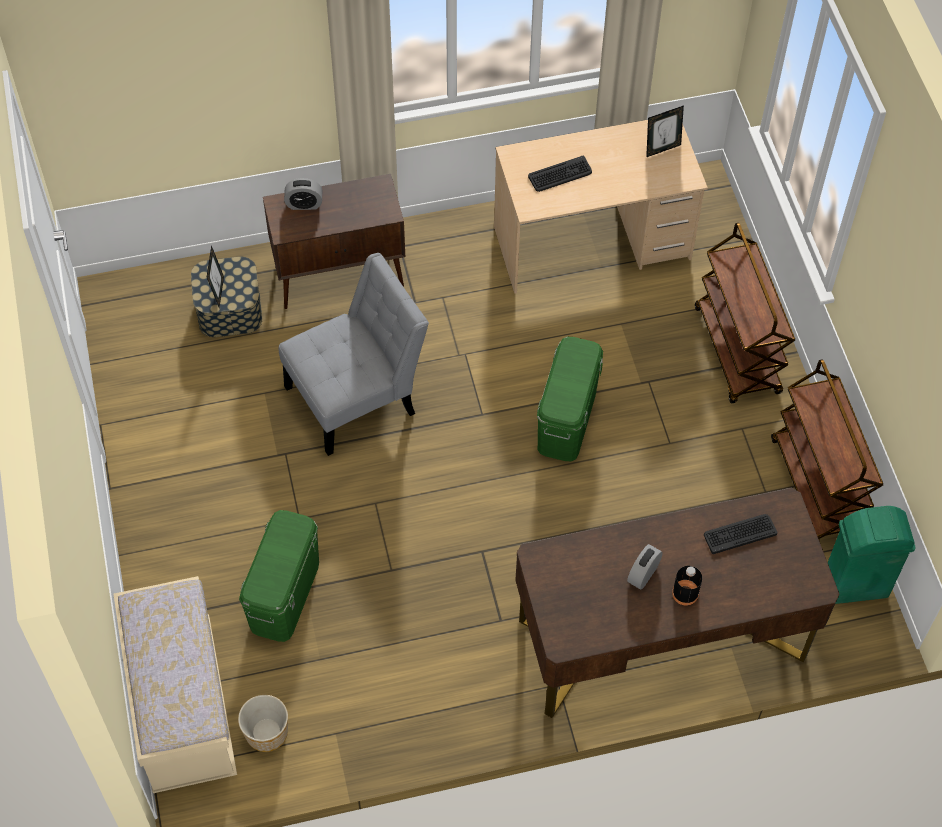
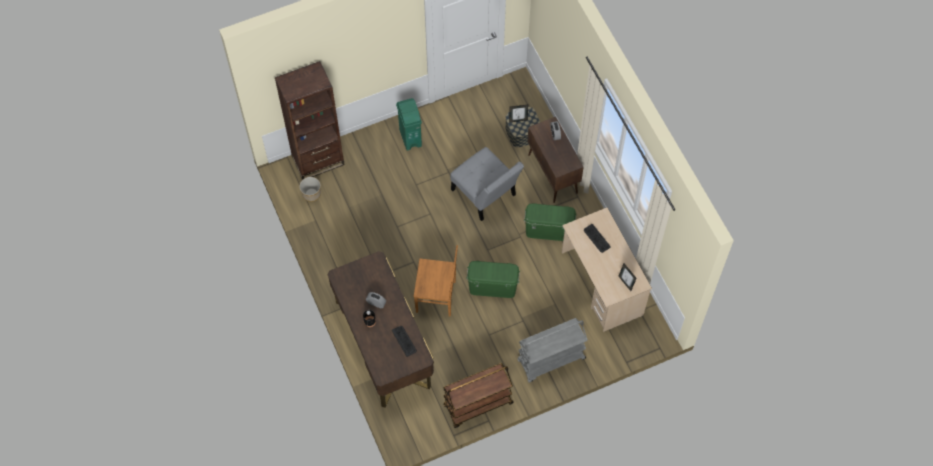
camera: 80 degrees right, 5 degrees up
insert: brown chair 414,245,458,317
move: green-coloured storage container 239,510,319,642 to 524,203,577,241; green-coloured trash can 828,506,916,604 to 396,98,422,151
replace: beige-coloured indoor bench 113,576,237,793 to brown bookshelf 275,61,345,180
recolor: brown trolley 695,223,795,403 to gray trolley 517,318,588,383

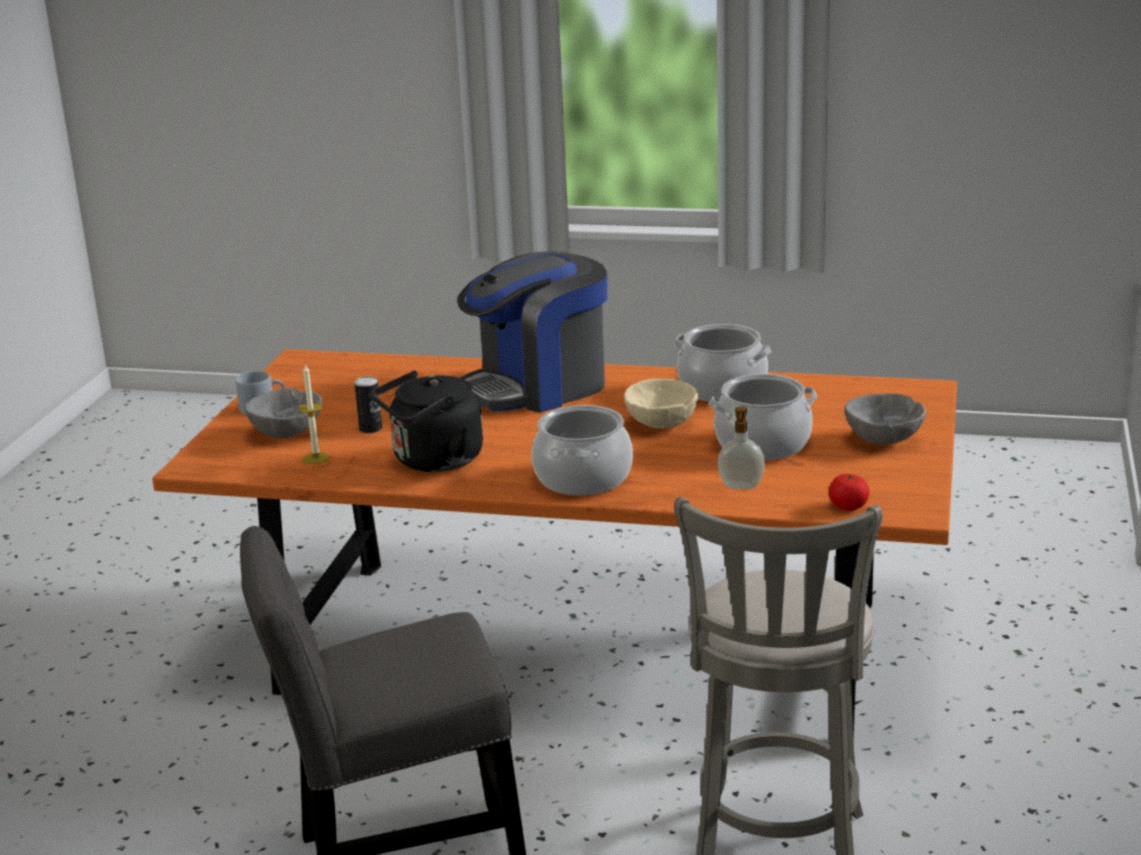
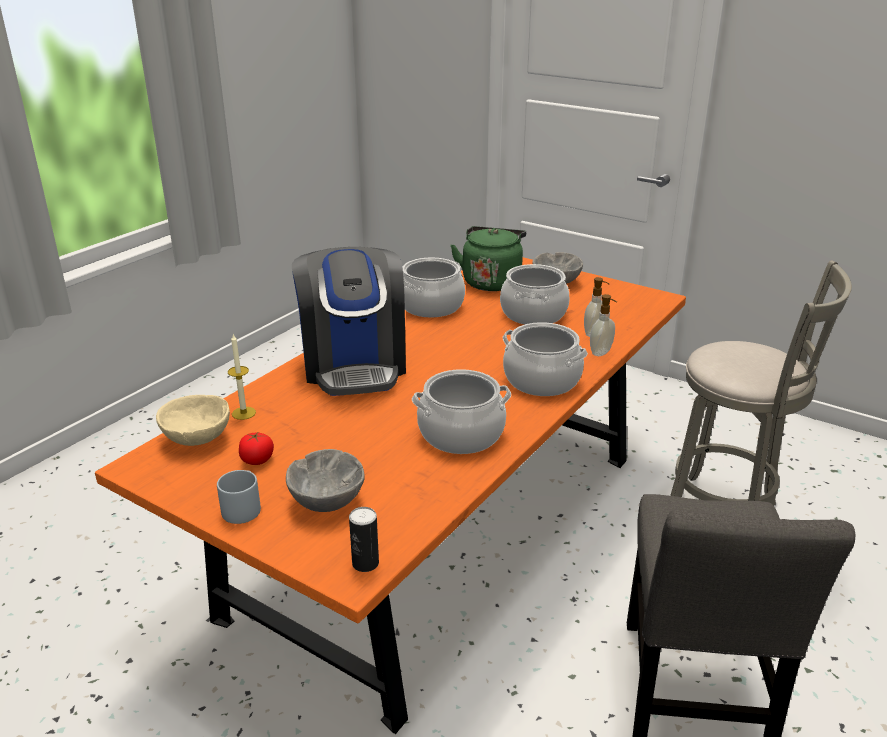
camera: 70 degrees left, 5 degrees up
insert: green-coloured kettle 450,226,526,291; liquid soap bottle 590,294,617,356
move: wax light 299,363,330,464 to 228,334,256,420; can 355,376,382,433 to 349,507,379,572; beige-coloured deep dish 624,379,698,428 to 156,395,230,446; whole tomato 829,473,870,511 to 239,431,274,465
replace: black kettle 372,370,483,472 to saucepot 412,369,511,454

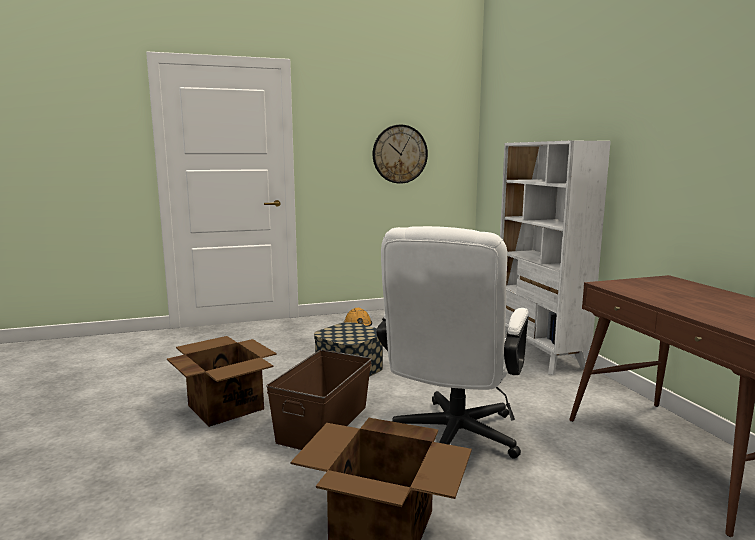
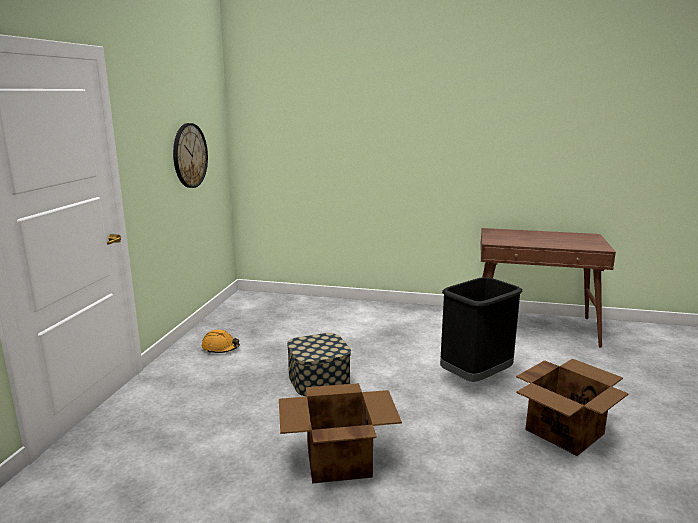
camera: 60 degrees left, 5 degrees up
delete: brown storage container 266,350,372,450; whitish bookshelf 500,141,611,375
replace: whitish desk chair 376,226,529,459 to black trash can 440,277,522,382

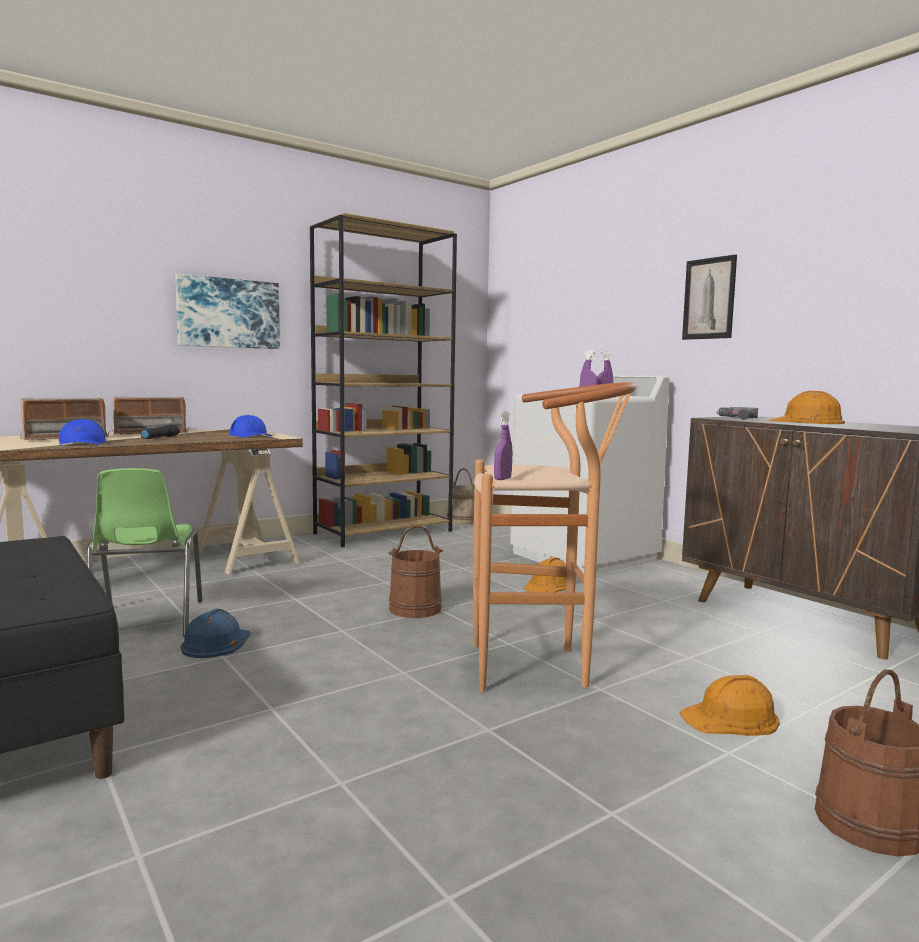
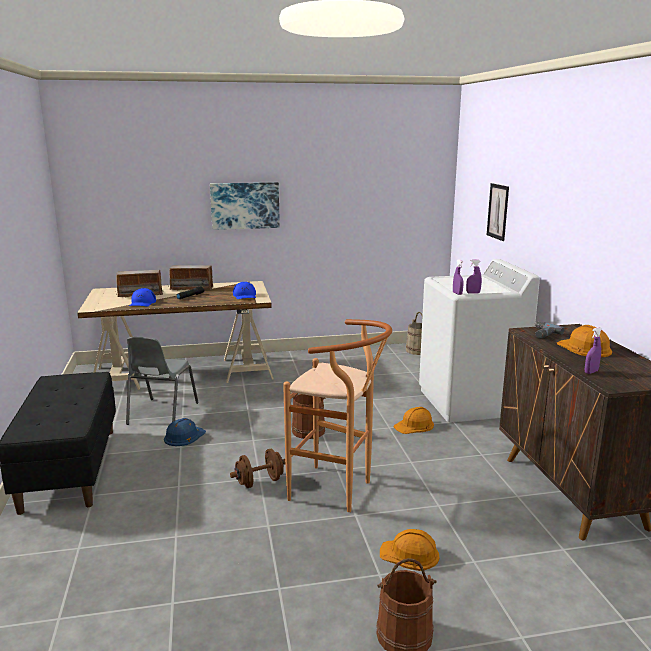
camera: 25 degrees right, 10 degrees up
delete: brown bookshelf 310,213,457,547
insert: brown dumbbell 230,449,285,488
move: purple hand sprayer 494,411,512,480 to 585,327,602,374; wall art 682,254,737,340 to 487,183,509,241
recolor: green-coloured chair 87,468,203,637 to gray chair 126,337,199,425

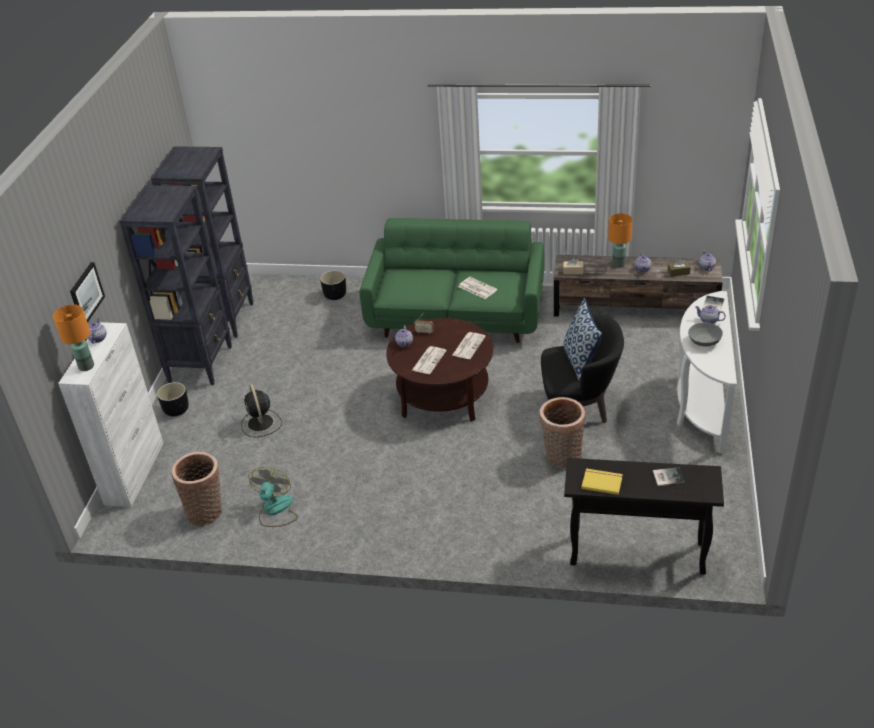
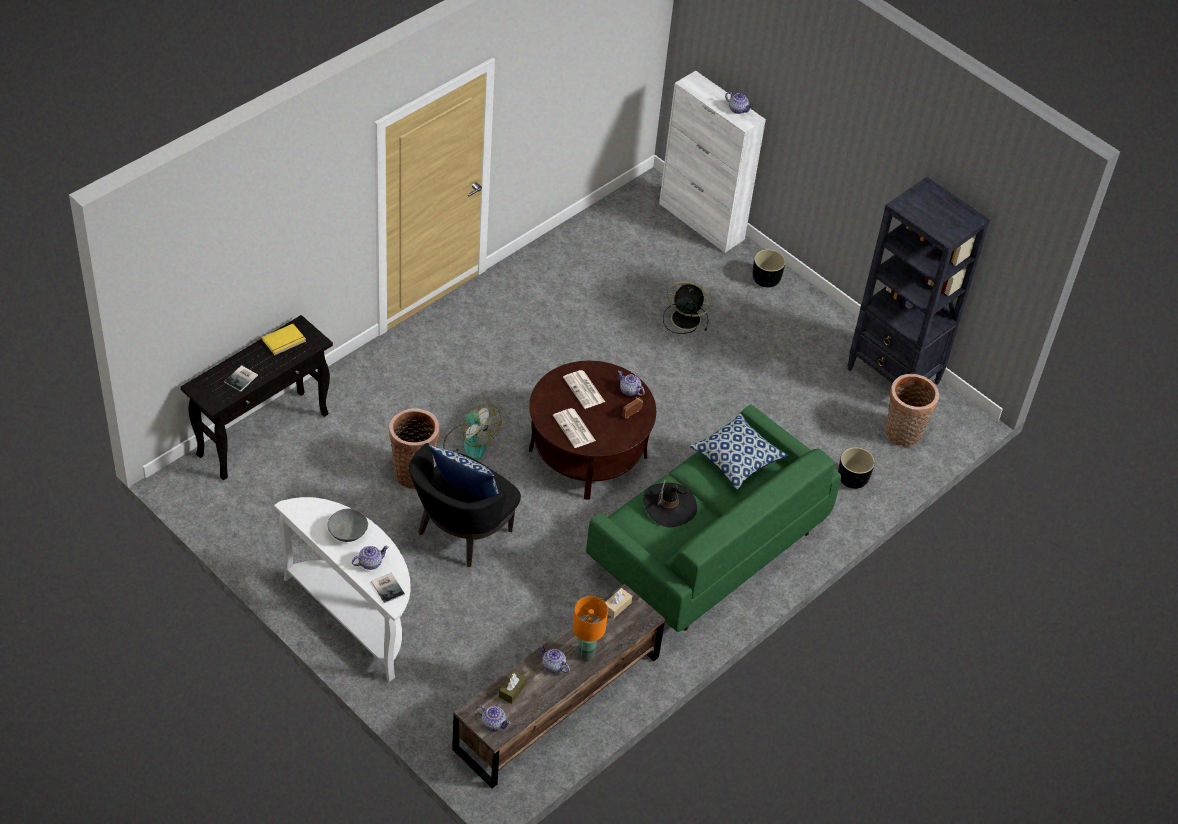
camera: 120 degrees right, 10 degrees up
delete: orange-coloured table lamp 53,304,94,371; wall art 70,262,105,323; black bookshelf 119,185,232,385
insert: cushion 690,414,788,490
move: storage basket 171,452,222,526 to 885,374,939,447; cooling fan 249,467,298,527 to 443,405,502,460
replace: daily paper 458,277,497,299 to black hat 643,480,697,527

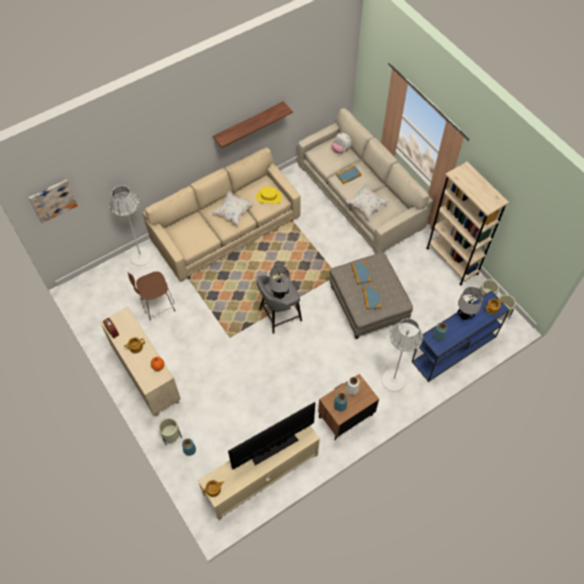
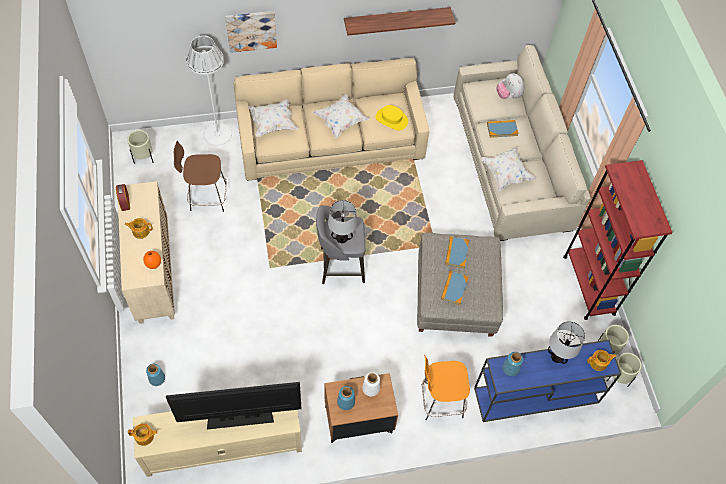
camera: 20 degrees right, 0 degrees up
insert: whitish cushion 248,99,298,137
move: wall art 29,179,78,224 to 225,11,277,53; beige-coloured flower pot 159,418,182,445 to 127,130,154,164
replace: whitish standard lamp 381,318,423,392 to orange-coloured stool seat 422,355,470,420
recolor: beige-coloured bookshelf 426,162,509,285 to red-coloured bookshelf 563,160,673,320

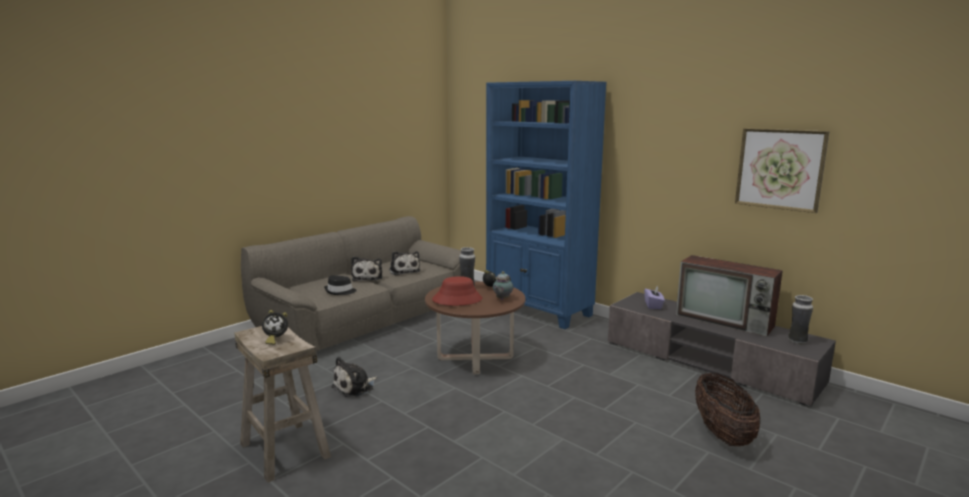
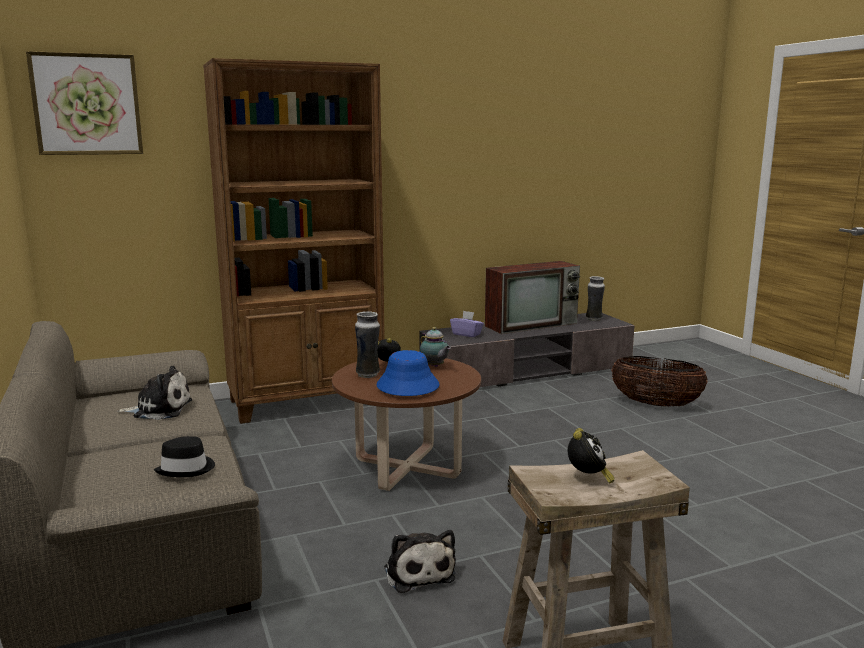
camera: 65 degrees left, 0 degrees up
delete: cuddly toy 351,256,382,281
move: wall art 735,128,830,213 to 26,51,143,155
recolor: red-coloured hat 432,276,482,306 to blue-coloured hat 376,350,439,396; blue-coloured bookshelf 486,81,607,329 to brown bookshelf 203,58,385,424

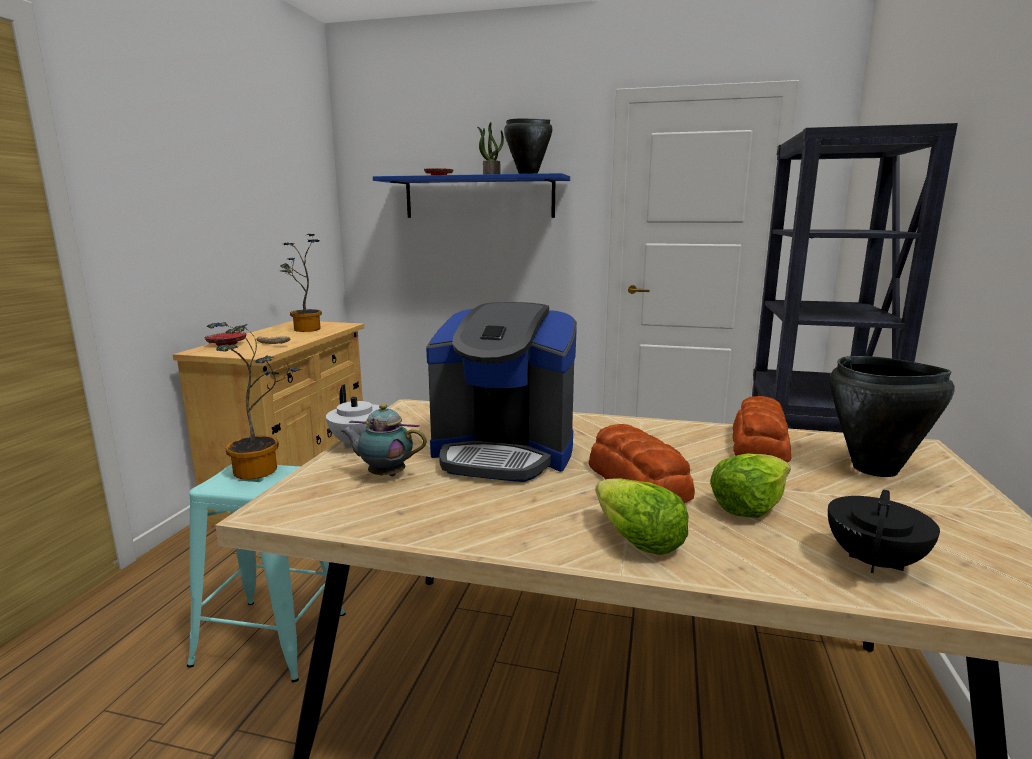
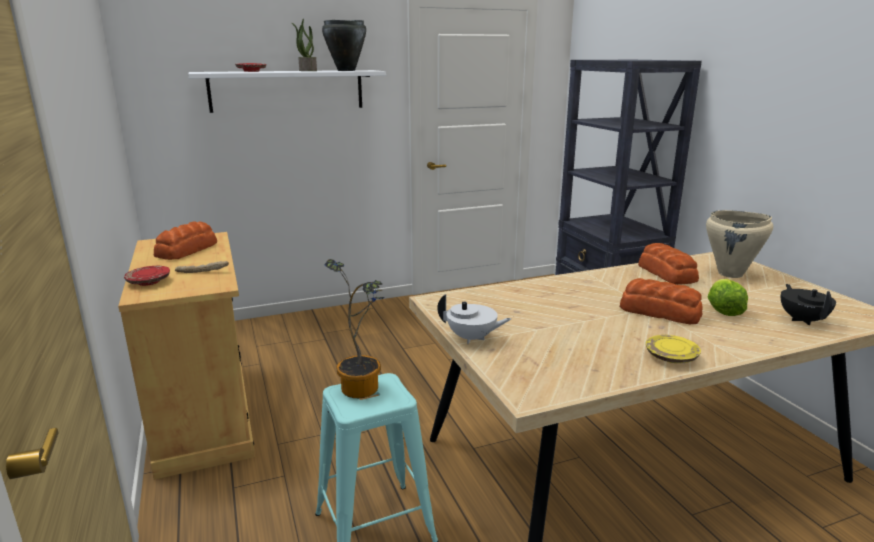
camera: 35 degrees left, 5 degrees up
delete: tea pot 341,404,427,476; coffee brewer 426,302,577,482; head of lettuce 595,478,689,555
insert: yellow-coloured dinner plate 646,335,701,363
replace: potted plant 280,234,322,332 to bakery bread 154,221,217,260
recolor: blue-coloured bracket shelf 373,173,570,218 to whitish bracket shelf 188,70,386,113; black saucepot 830,356,955,477 to beige-coloured saucepot 706,210,773,278

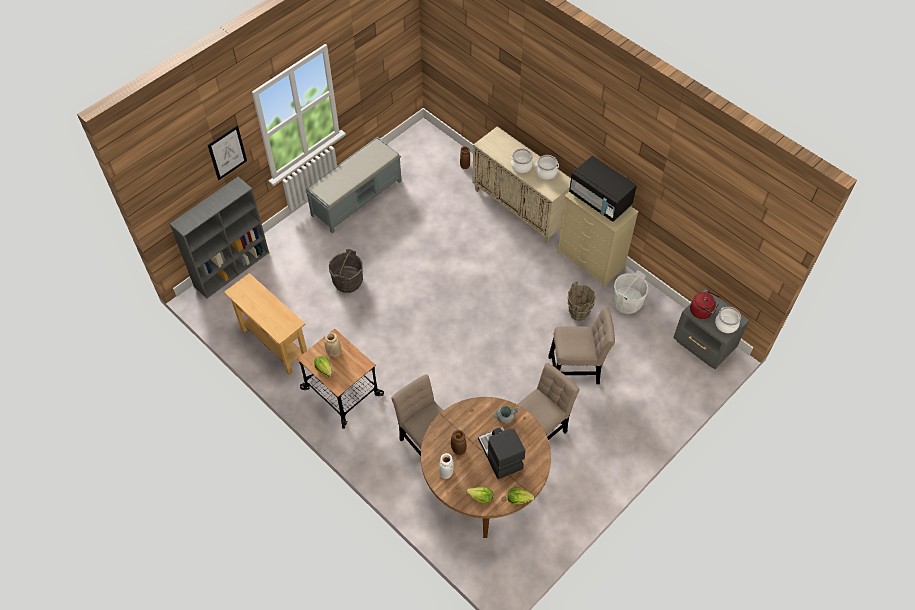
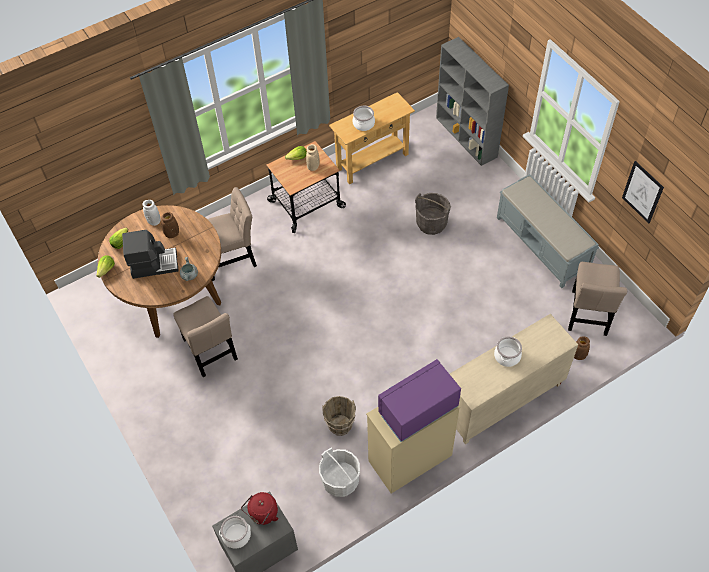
camera: 105 degrees right, 0 degrees up
move: wall art 208,125,247,180 to 622,161,664,224; saucepot 536,155,559,179 to 353,106,375,131; beige-coloured chair 548,307,615,384 to 568,262,627,336
recolor: black kitchen microwave 569,156,637,222 to purple kitchen microwave 378,359,461,442

